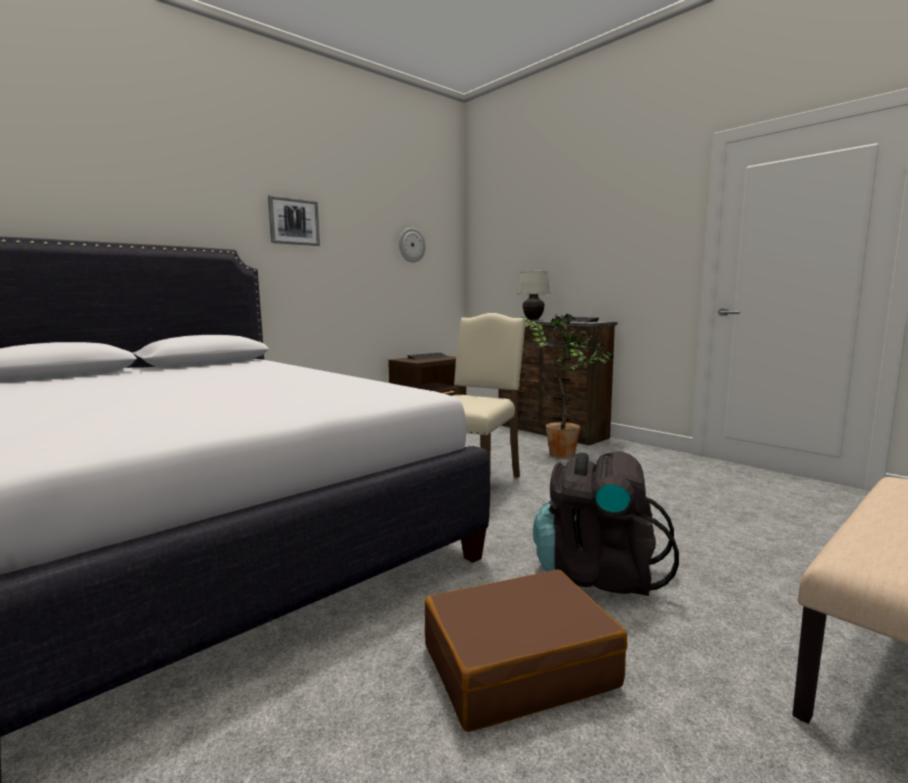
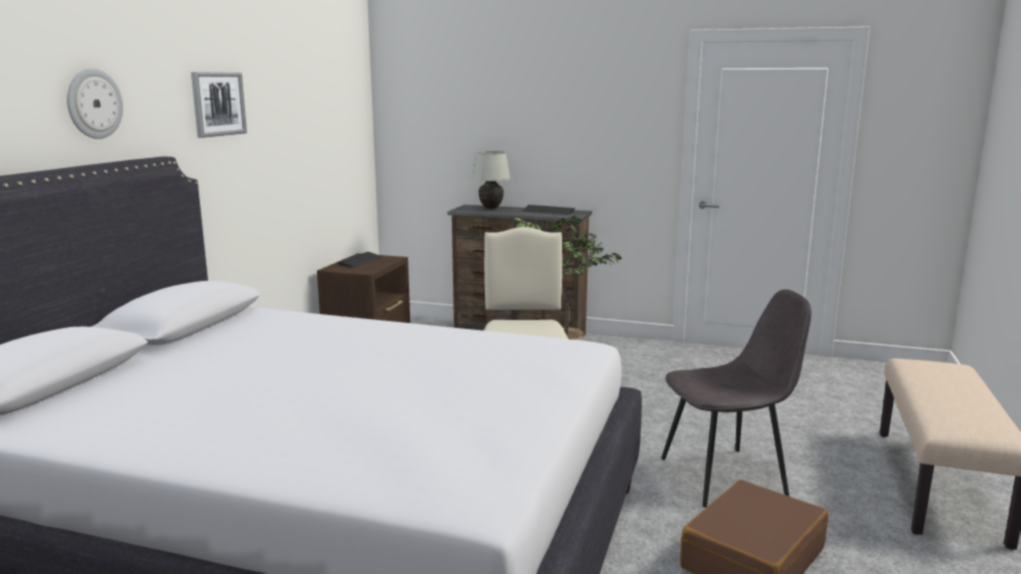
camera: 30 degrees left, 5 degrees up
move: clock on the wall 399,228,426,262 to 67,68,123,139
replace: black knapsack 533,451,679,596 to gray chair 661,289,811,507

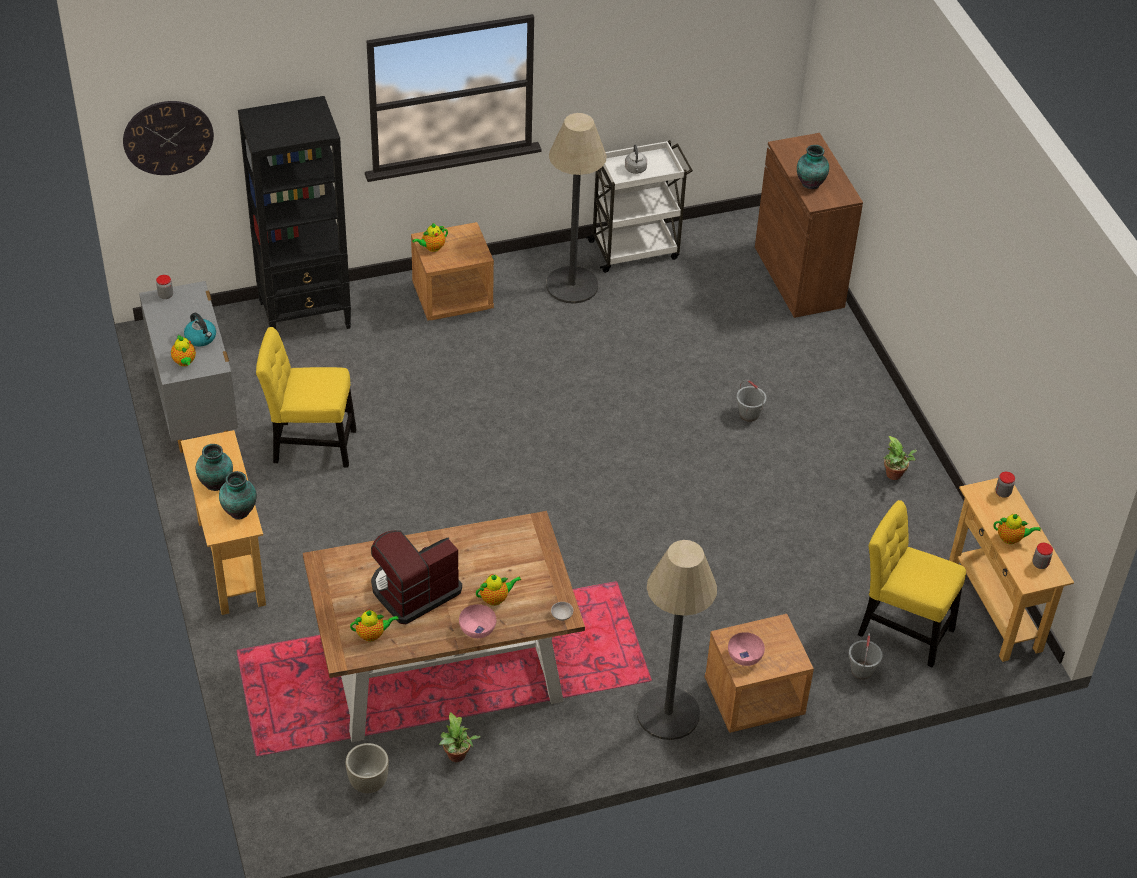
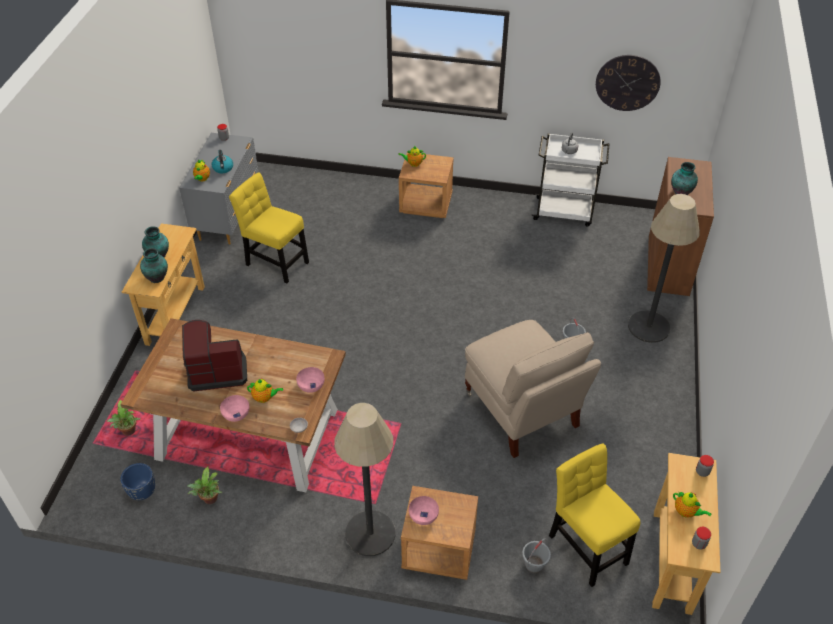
camera: 30 degrees right, 0 degrees up
delete: black bookshelf 238,96,351,329; tea pot 350,610,399,641
insert: pinkish deep dish 296,367,325,393; beige-coloured chair 465,320,601,458
move: clock on the wall 123,101,214,175 to 596,55,660,111; standard lamp 546,113,607,304 to 628,194,700,343; potted plant 884,436,917,480 to 107,399,141,436
recolor: gray flower pot 345,743,389,793 to blue-coloured flower pot 120,463,155,500

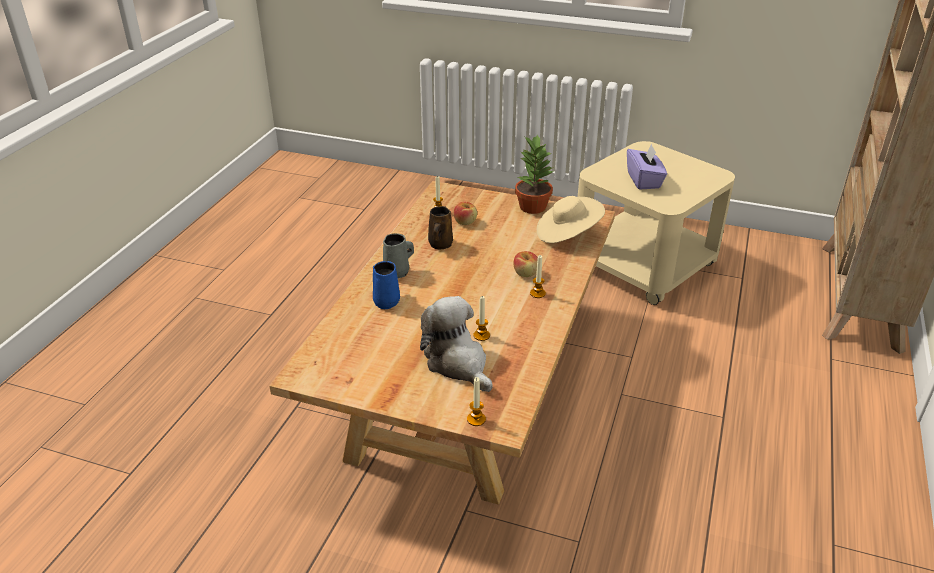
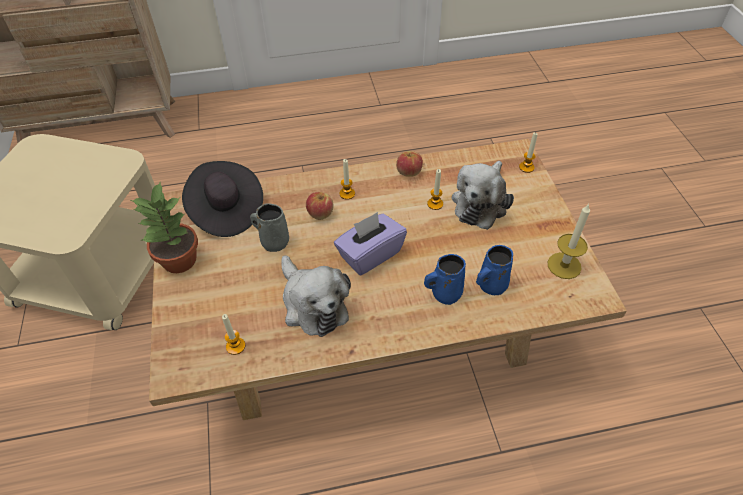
camera: 120 degrees left, 15 degrees up
insert: blue-coloured coffee mug 476,245,513,295; wax light 548,204,590,279
move: gray coffee mug 383,233,414,278 to 250,203,289,252; apple 454,202,477,225 to 396,151,423,177; purple tissue holder 627,144,667,190 to 334,212,407,275
replace: brown coffee mug 428,206,453,250 to cuddly toy 281,255,351,337
recolor: beige-coloured hat 537,196,605,243 to black hat 182,161,263,237

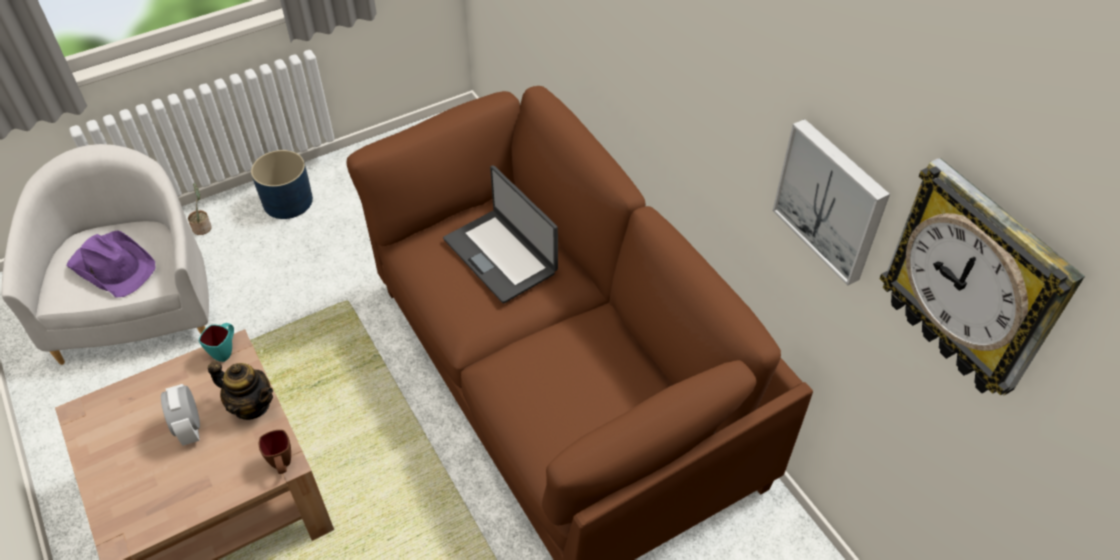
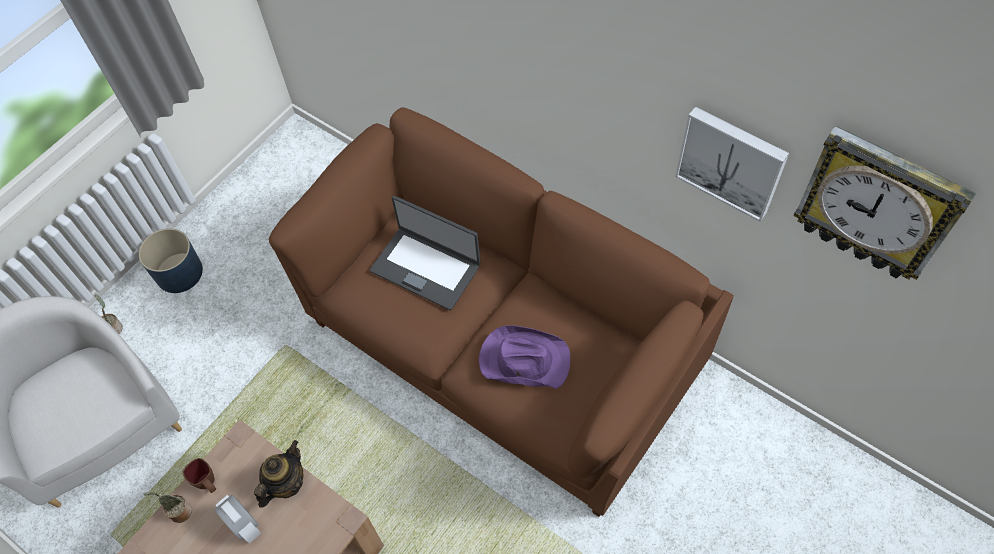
camera: 20 degrees left, 10 degrees up
delete: blue-green coffee mug 199,323,234,362
insert: potted plant 143,492,192,523
move: purple hat 66,230,155,297 to 479,325,570,389; brown coffee mug 259,430,291,474 to 183,458,216,493
rotate: tea pot 208,361,273,420 = 254,440,303,508 60 degrees counterclockwise

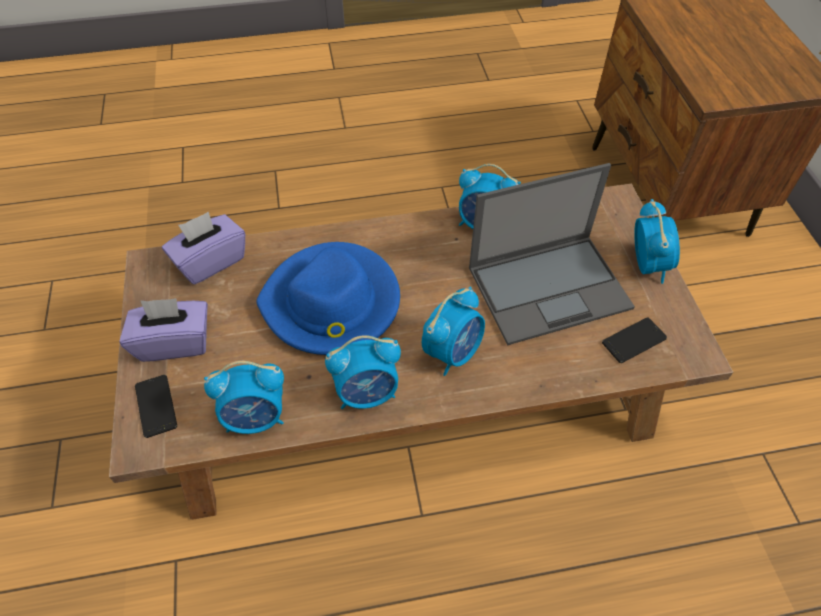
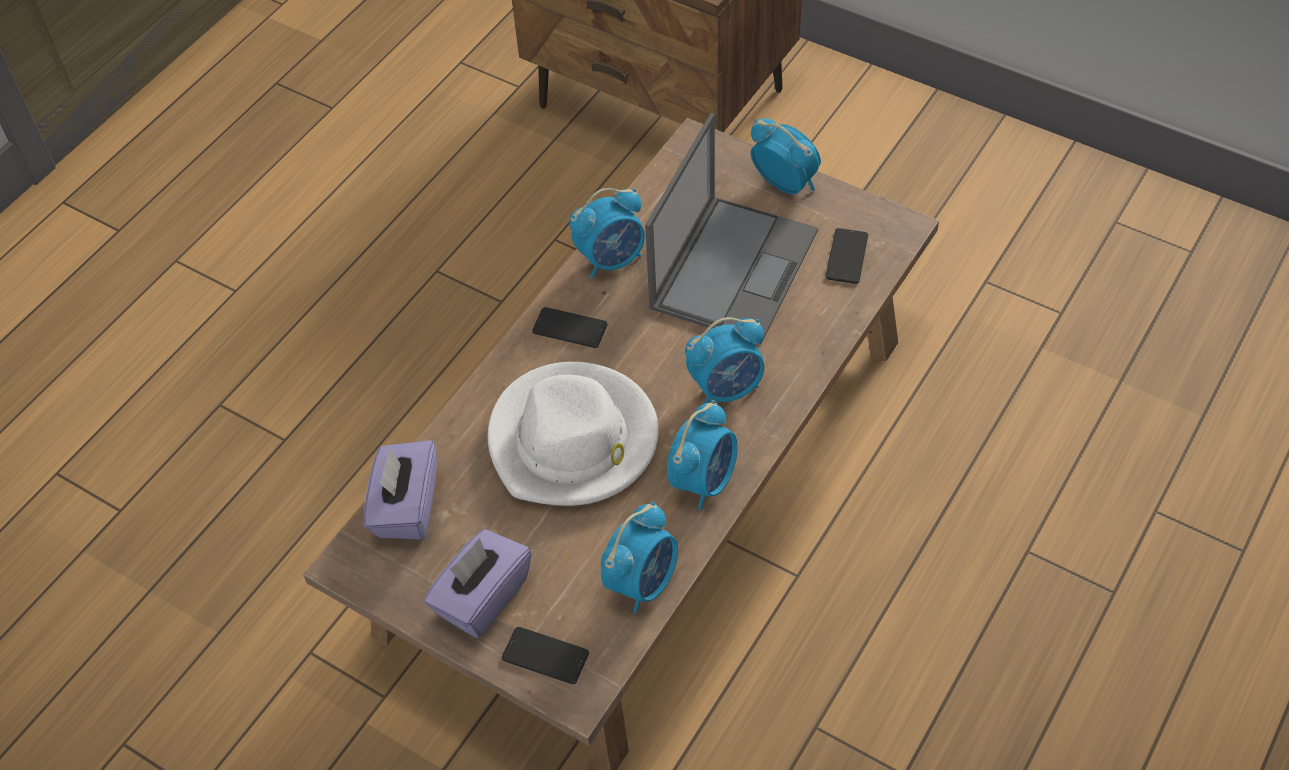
camera: 45 degrees left, 0 degrees up
insert: telephone 532,307,607,348
recolor: blue-coloured hat 256,242,400,355 to whitish hat 488,362,659,506
rotate: table clock 422,286,485,376 = 685,317,764,404 75 degrees clockwise

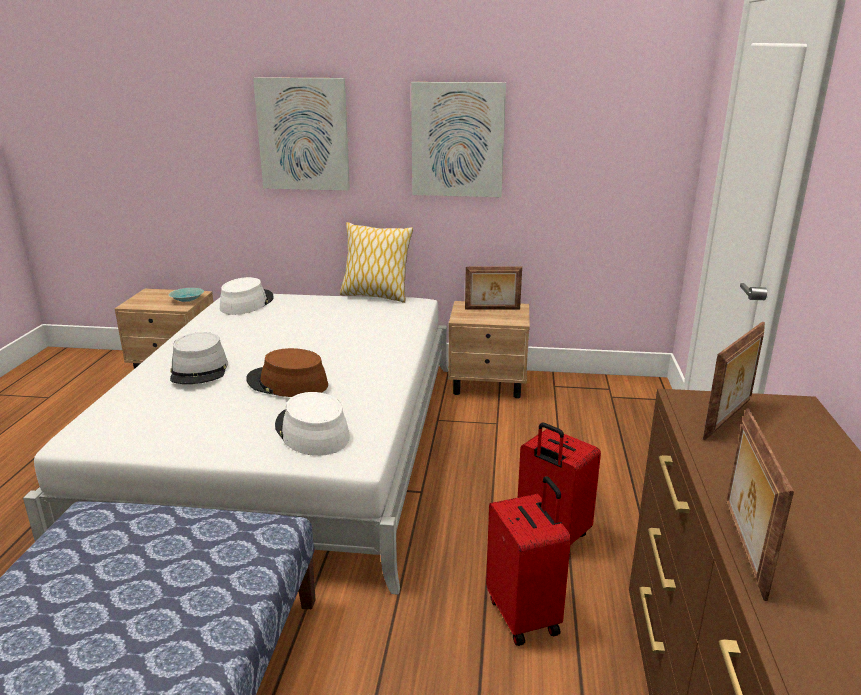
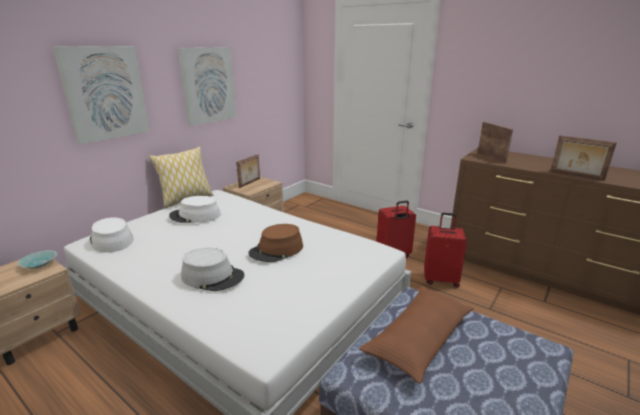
camera: 60 degrees left, 0 degrees up
insert: brown cushion 360,286,474,384
move: whitish hat 275,392,350,456 to 169,196,221,223

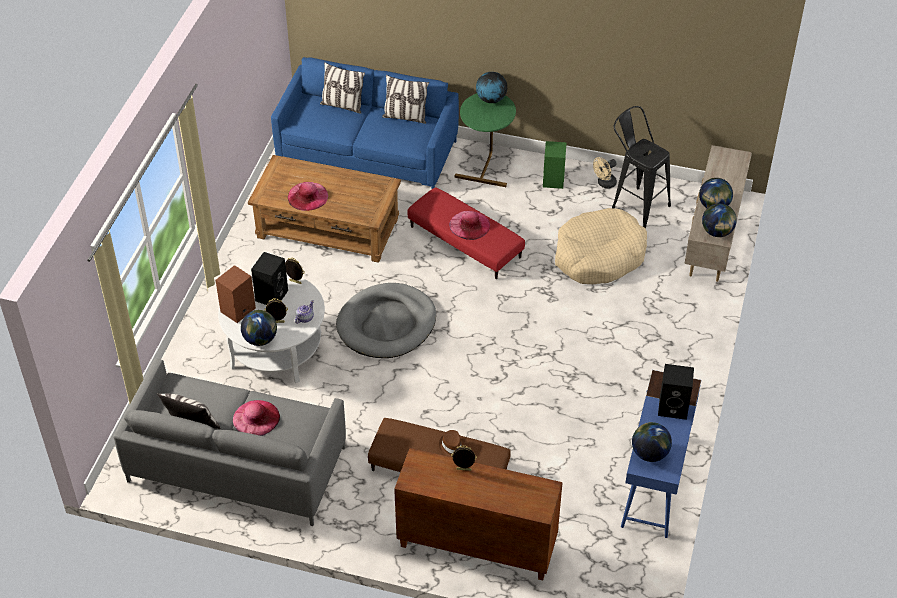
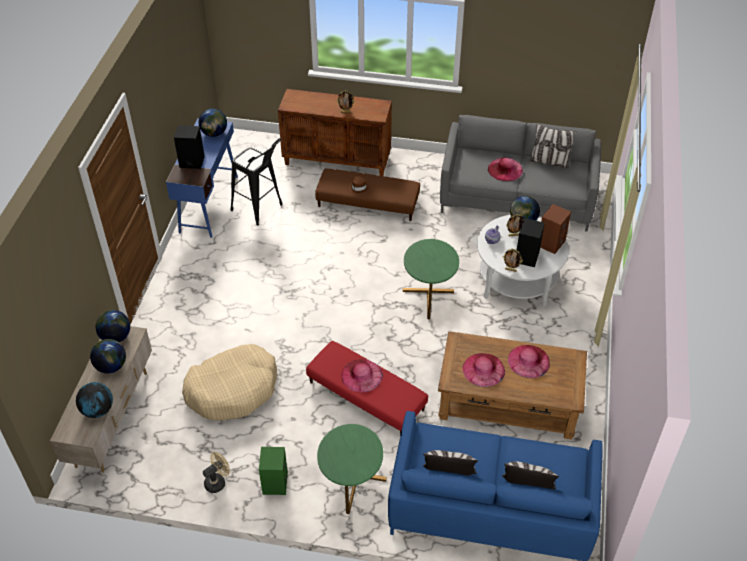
camera: 175 degrees right, 0 degrees up
insert: pinkish hat 463,353,505,387
move: world globe 476,72,507,103 to 76,382,113,418; black stool seat 612,106,671,229 to 231,138,283,225
replace: gray pet bed 336,283,436,358 to green-coloured side table 403,239,459,319

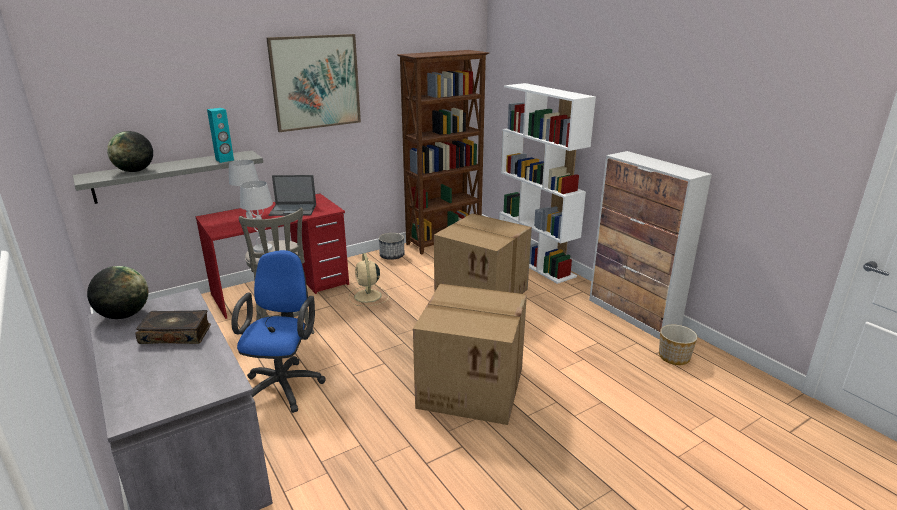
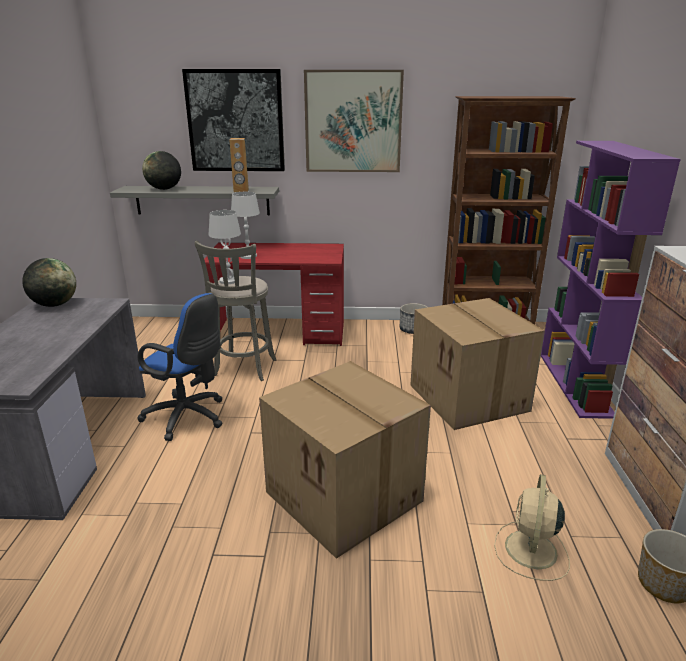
camera: 35 degrees right, 0 degrees up
delete: book 135,310,211,344; laptop 269,175,316,216
insert: wall art 182,69,285,171
move: beige-coloured cooling fan 348,253,389,306 to 494,474,570,581
recolor: blue-green audio speaker 207,108,234,163 to brown audio speaker 229,138,249,192; whitish bookshelf 499,83,596,284 to purple bookshelf 541,141,681,419
rotate: blue-coloured desk chair 231,250,325,413 = 137,293,223,441 75 degrees clockwise

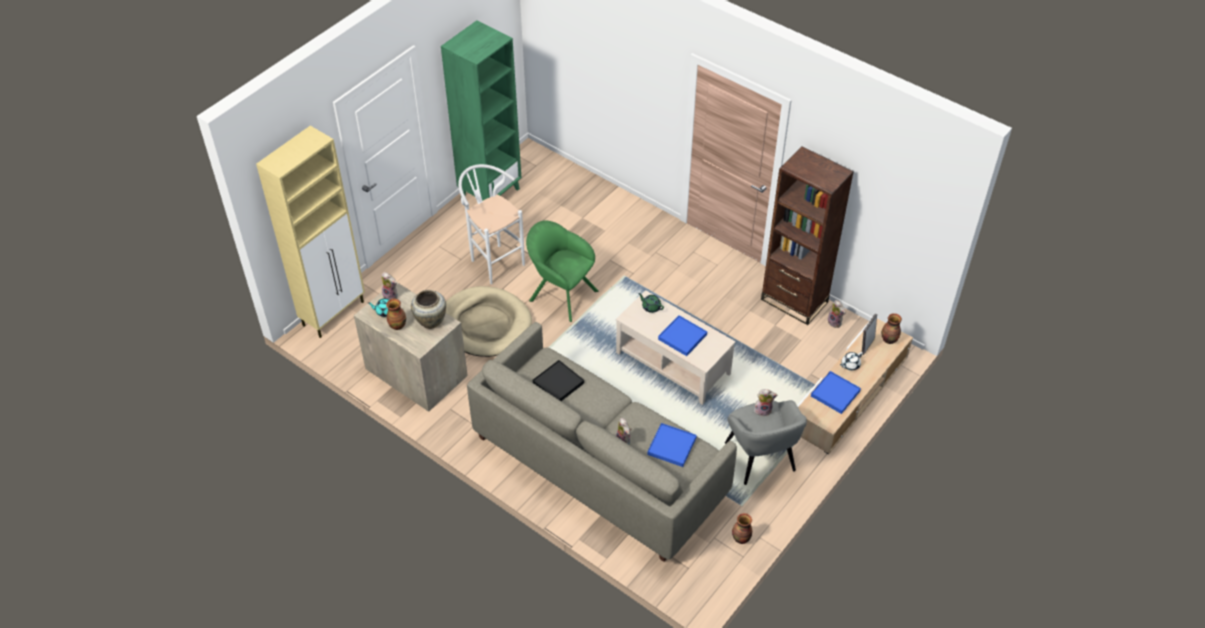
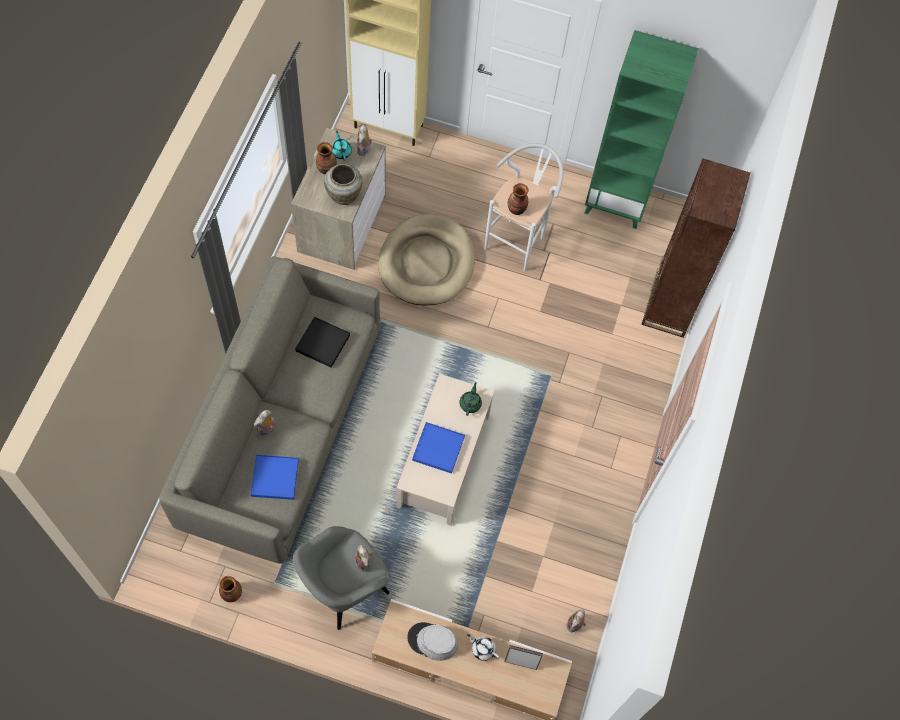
camera: 65 degrees right, 15 degrees up
delete: green-coloured lounge chair 526,220,599,322
move: brown bookshelf 761,146,854,325 to 641,159,750,338; flower vase 882,313,902,344 to 508,183,529,215
replace: blue-coloured tray 811,371,861,414 to gray hat 407,622,458,661

